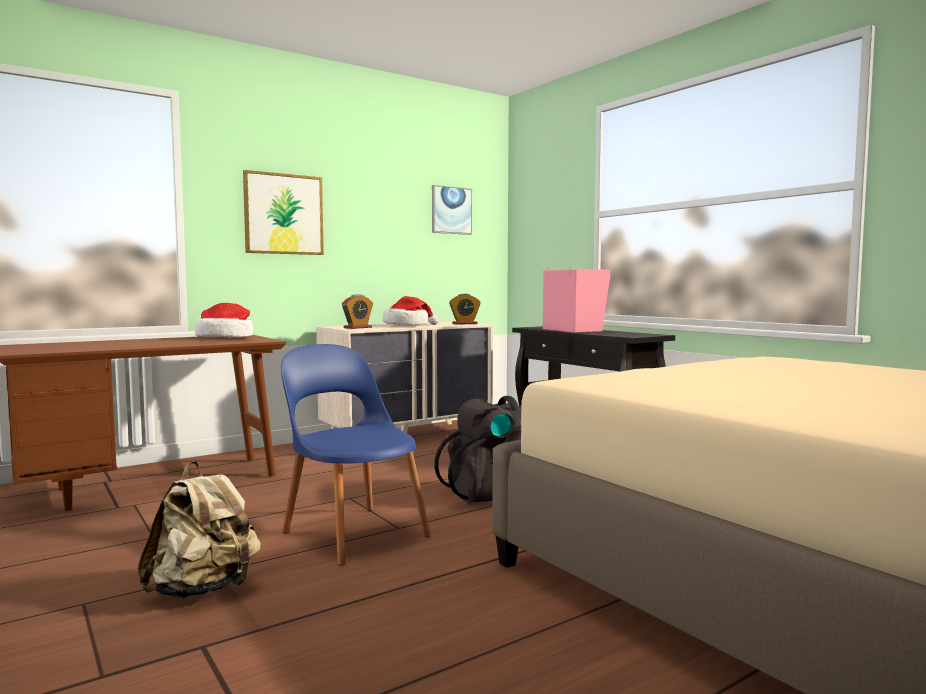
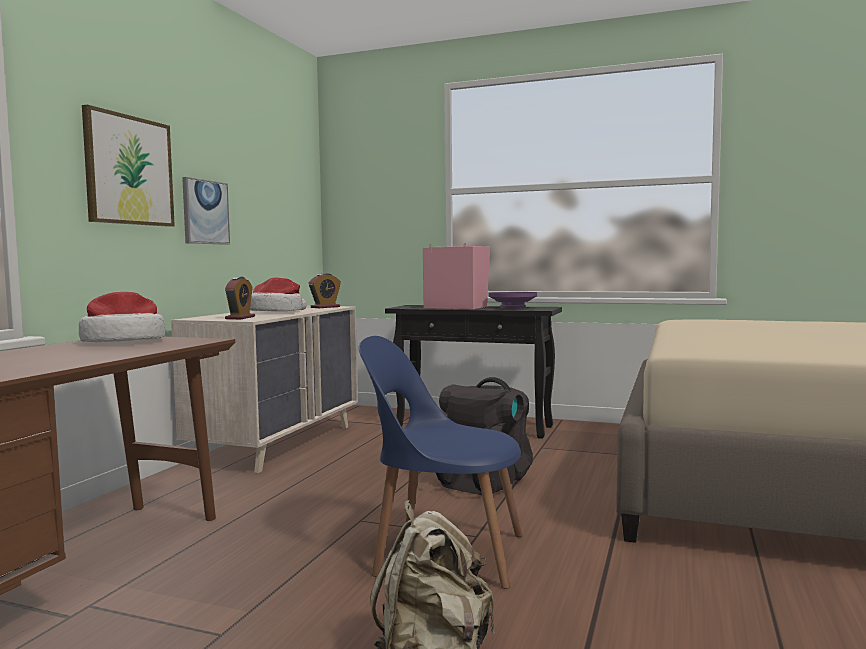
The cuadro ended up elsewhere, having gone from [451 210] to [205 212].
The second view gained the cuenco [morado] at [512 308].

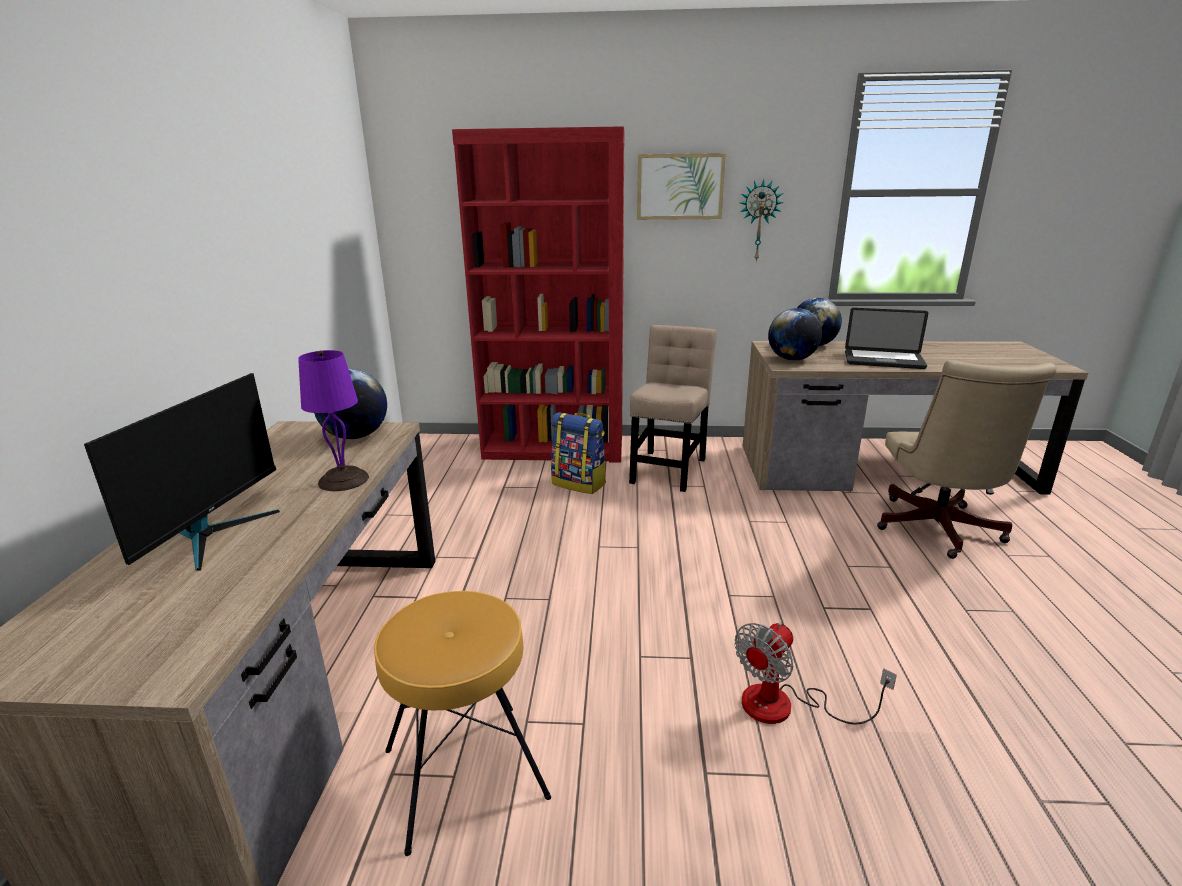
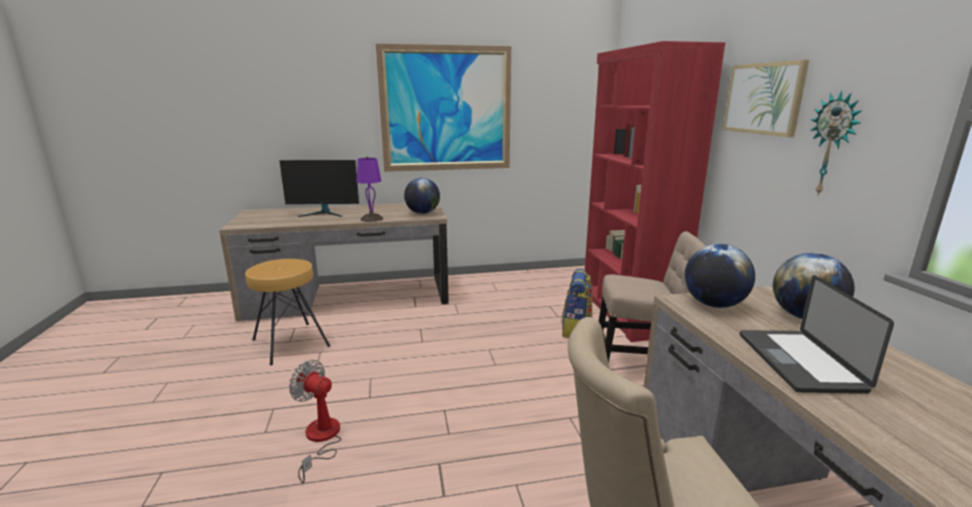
The second view gained the cuadro at [446 109].

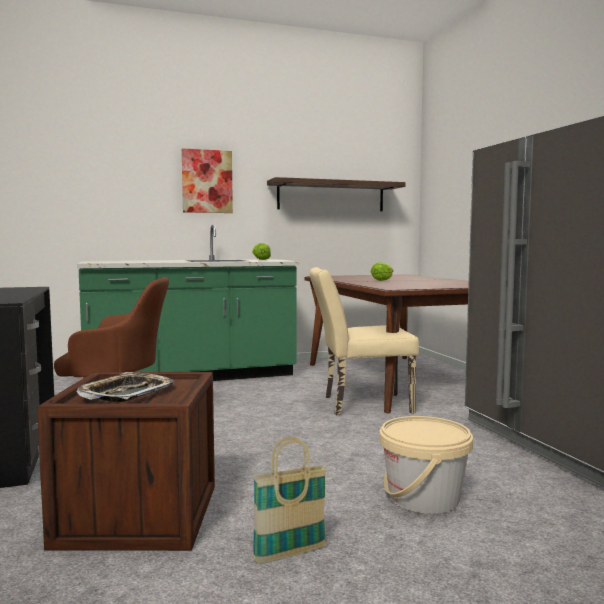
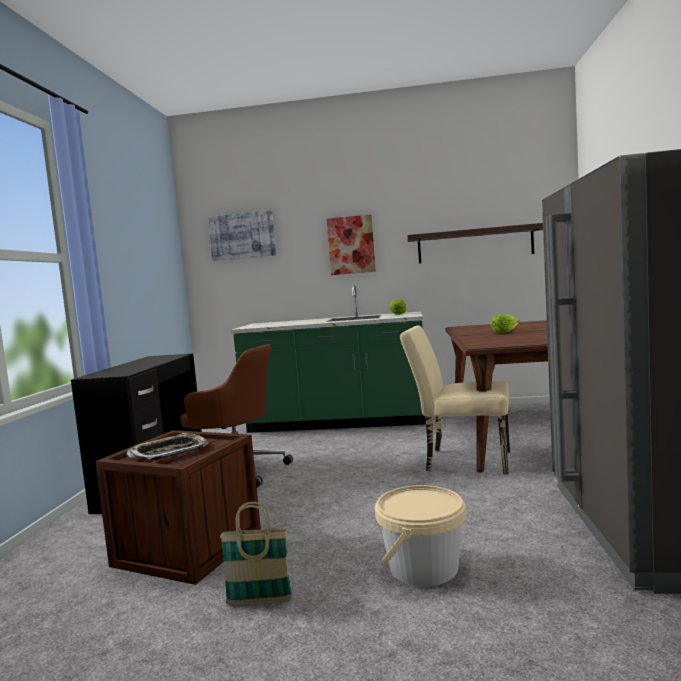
The second view gained the cuadro at [242 236].

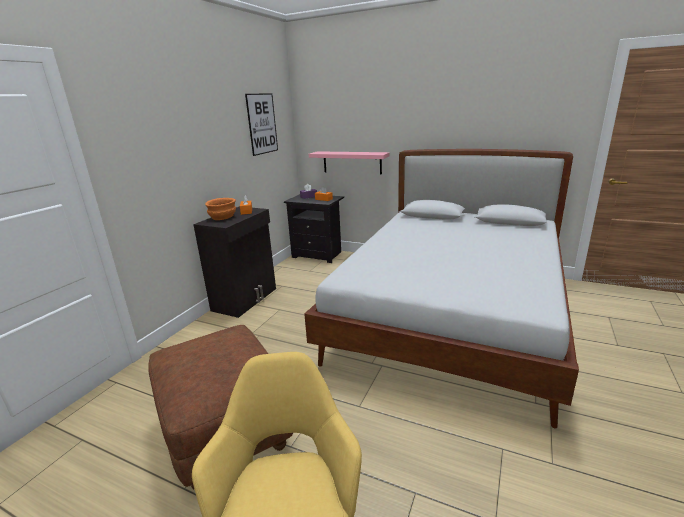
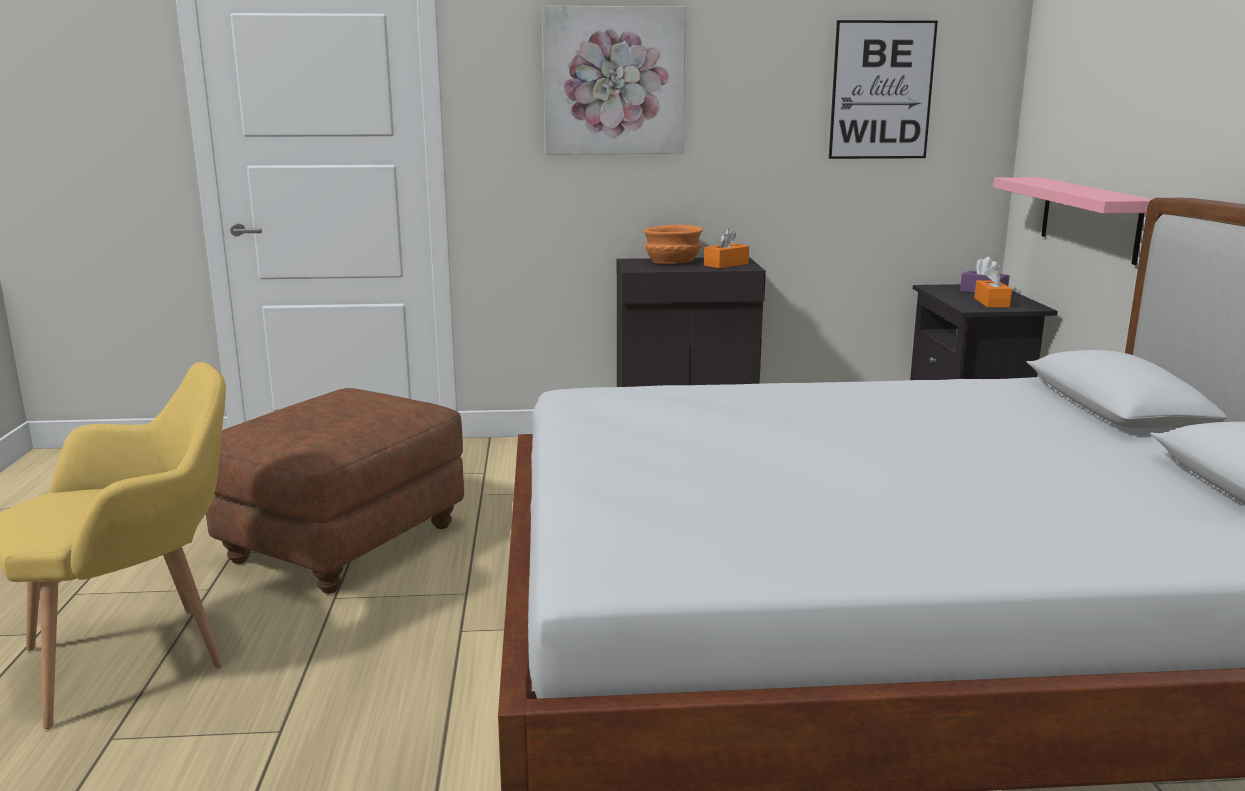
The second view gained the cuadro at [613 81].

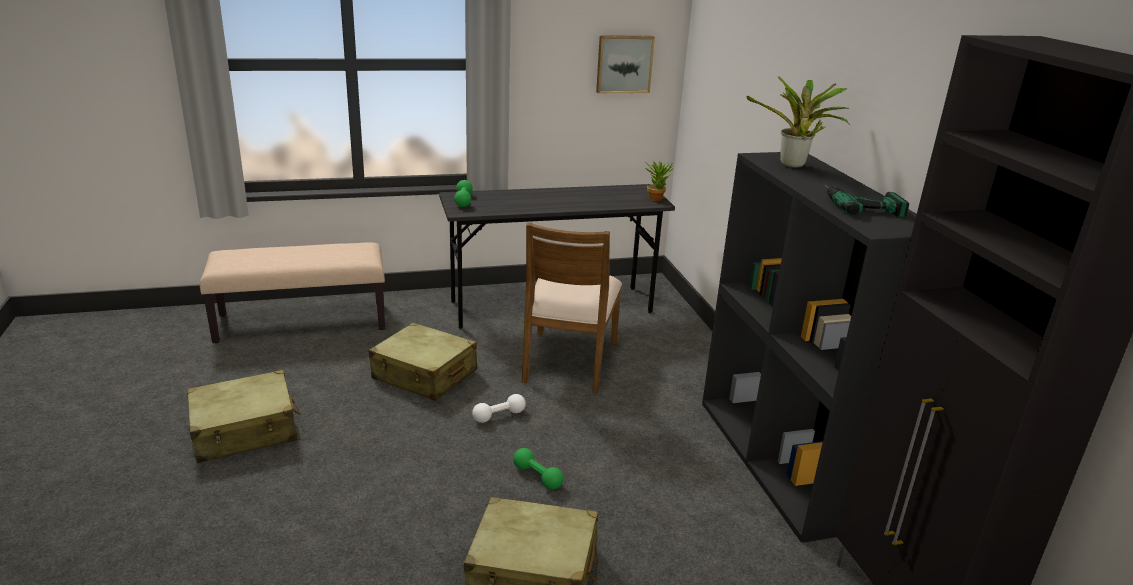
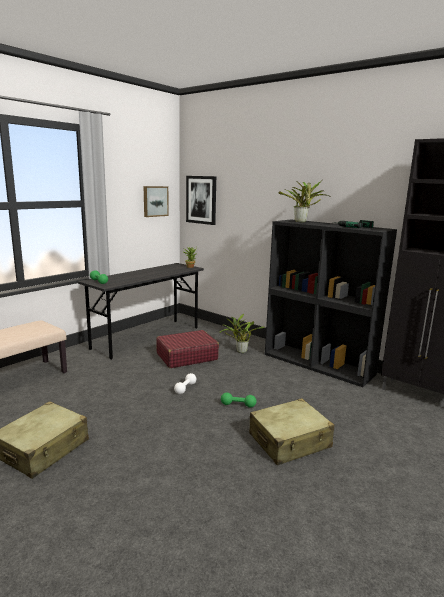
Where the silla [marrón] stood at [568 361], the maleta [rojo] came to stand at [186 356].
The second view gained the cuadro at [201 200].
The second view gained the planta en maceta at [240 351].
The second view lost the maleta [beis] at [424 375].

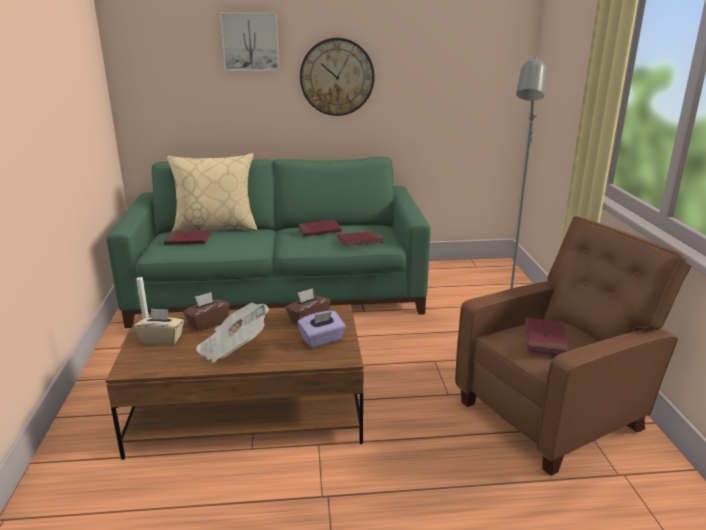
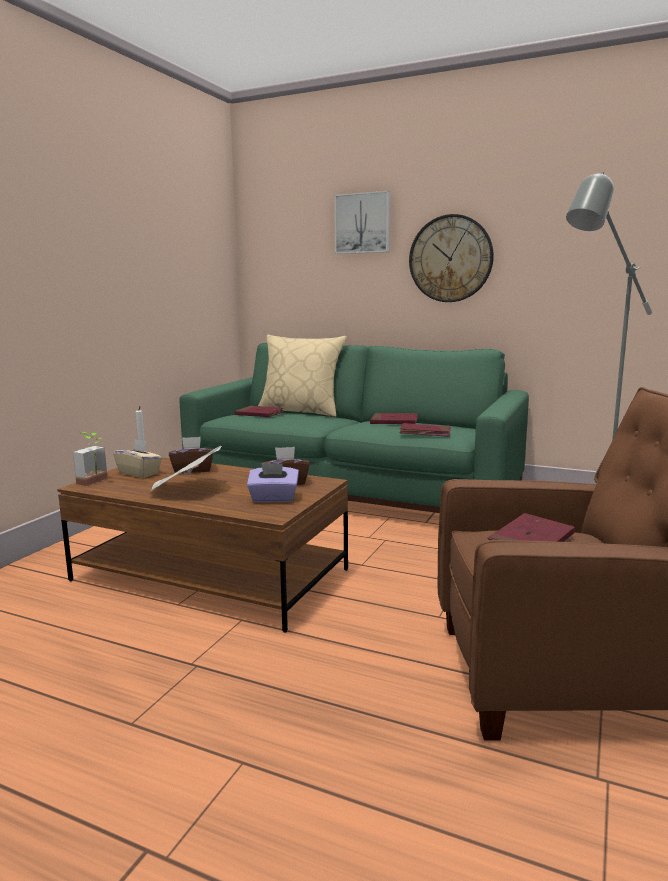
The second view gained the planta en maceta at [96 481].

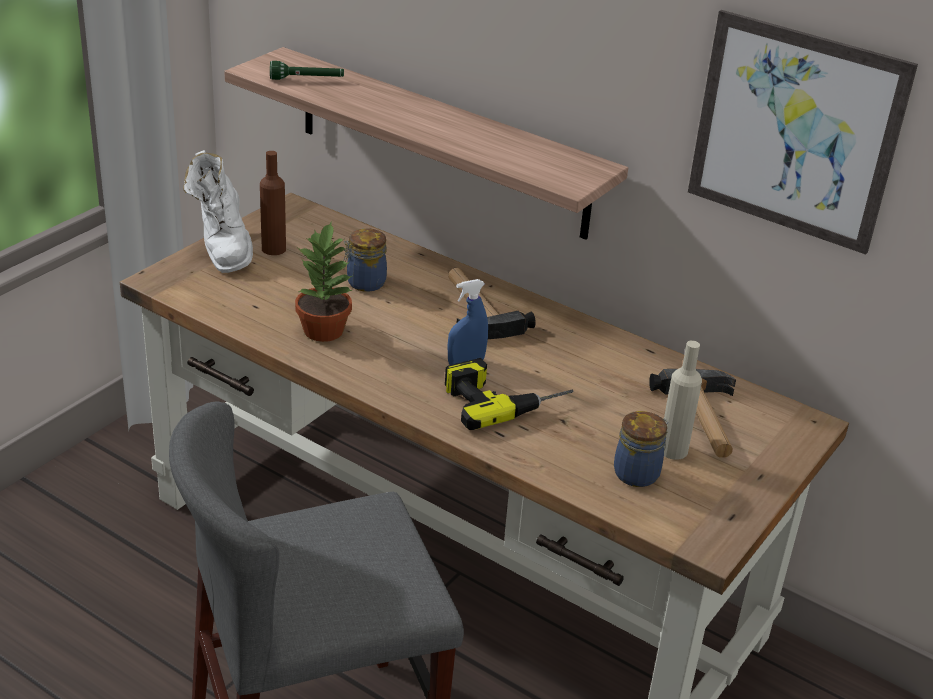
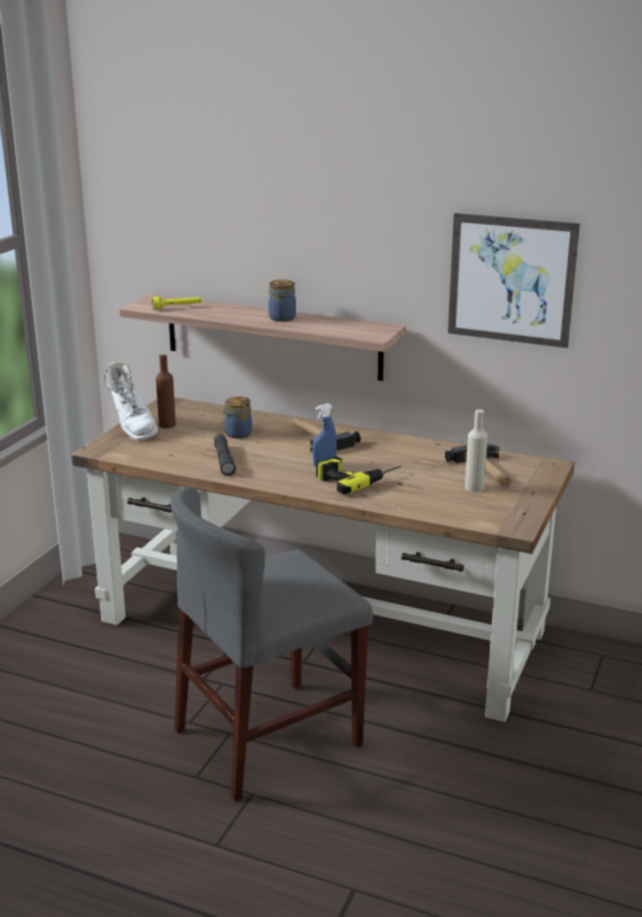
What was the linterna [verde] at [307 80] turned into the linterna [amarillo] at [177 307].
Where the planta en maceta stood at [325 330], the linterna [gris] came to stand at [224 460].
The tarro ended up elsewhere, having gone from [638 473] to [283 318].

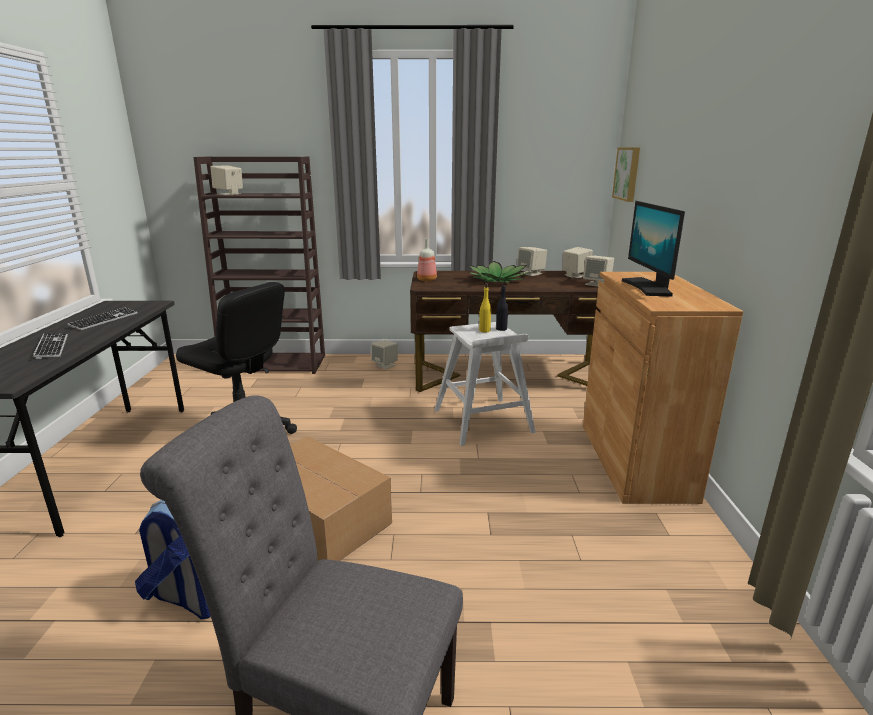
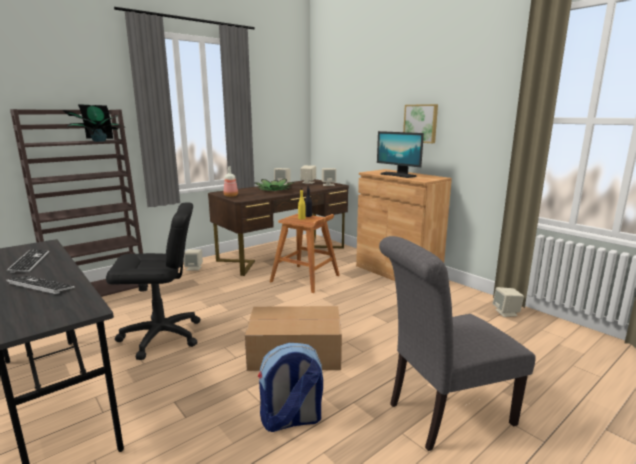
The second view gained the planta en maceta at [98 141].
What was the taburete [blanco] at [483 421] turned into the taburete [marrón] at [305 278].
The cuadro ended up elsewhere, having gone from [628 173] to [421 123].
The altavoz [beis] ended up elsewhere, having gone from [229 194] to [506 313].

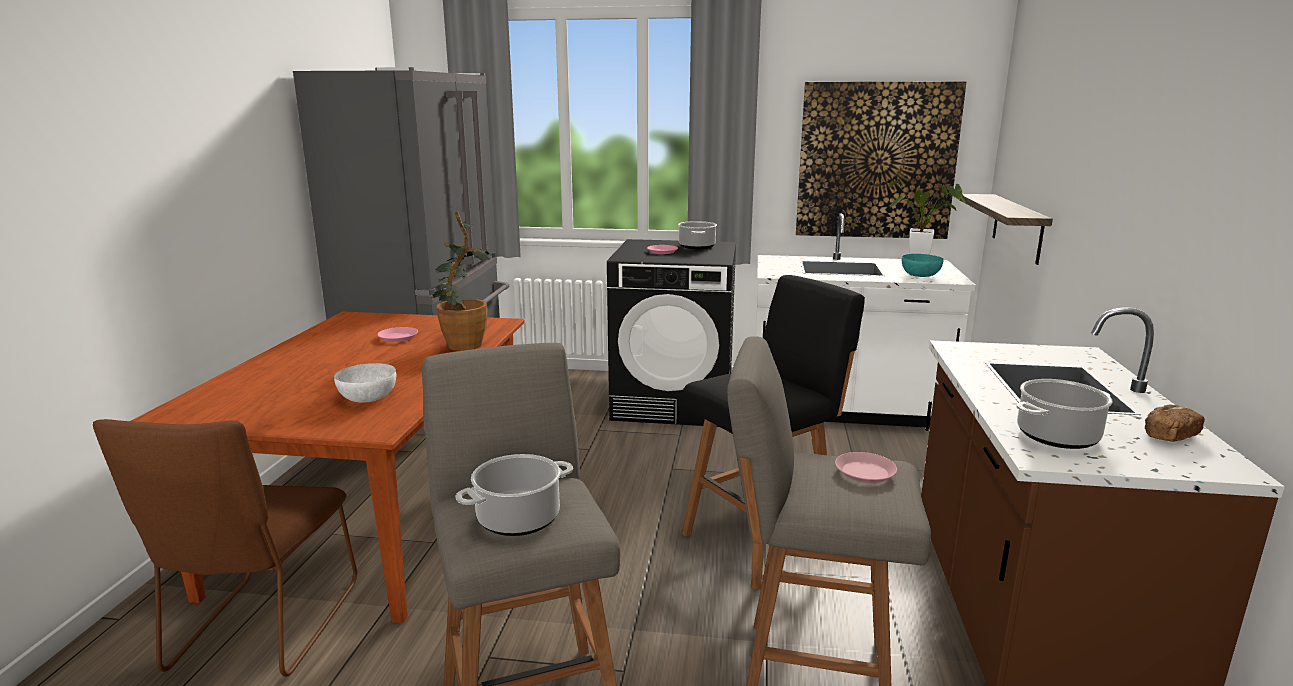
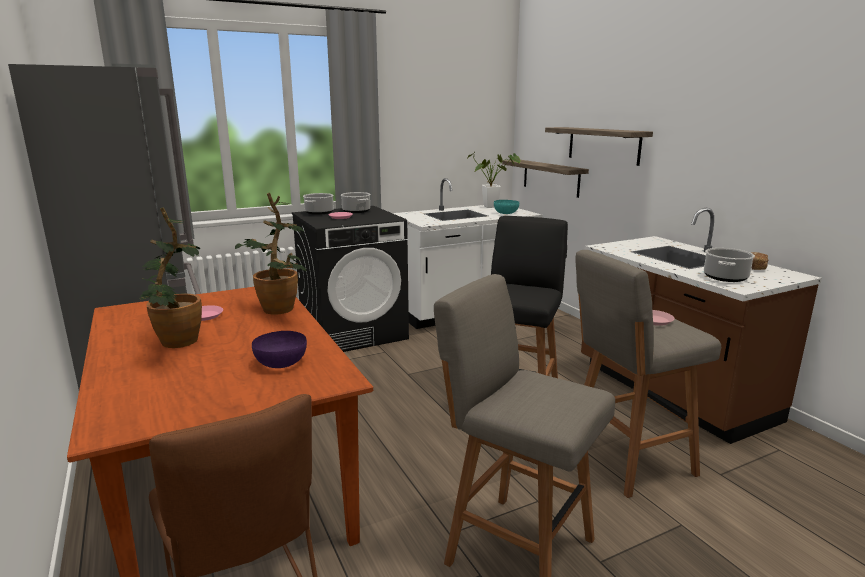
The second view gained the planta en maceta at [176 345].
What was the cuenco [blanco] at [368 397] turned into the cuenco [morado] at [280 362].
The olla ended up elsewhere, having gone from [519 518] to [319 212].
The second view gained the estante at [603 145].
The second view lost the cuadro at [876 161].

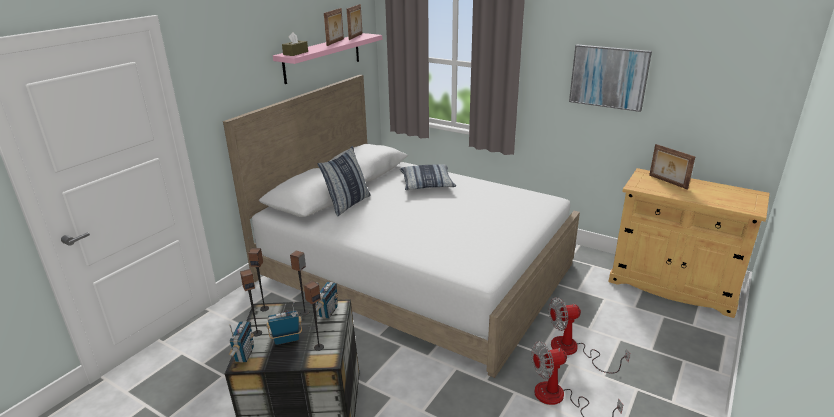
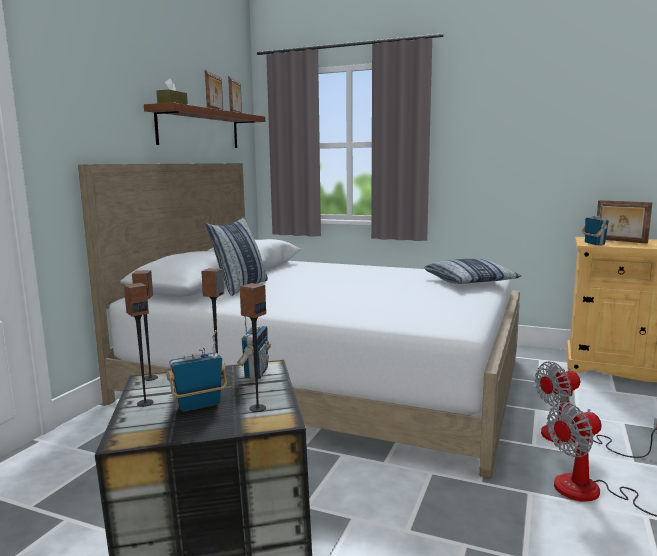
What was the estante [rosa] at [322 57] turned into the estante [marrón] at [199 129].
The cojín ended up elsewhere, having gone from [427 184] to [470 282].
The radio ended up elsewhere, having gone from [244 354] to [594 243].
The second view lost the cuadro at [608 77].

